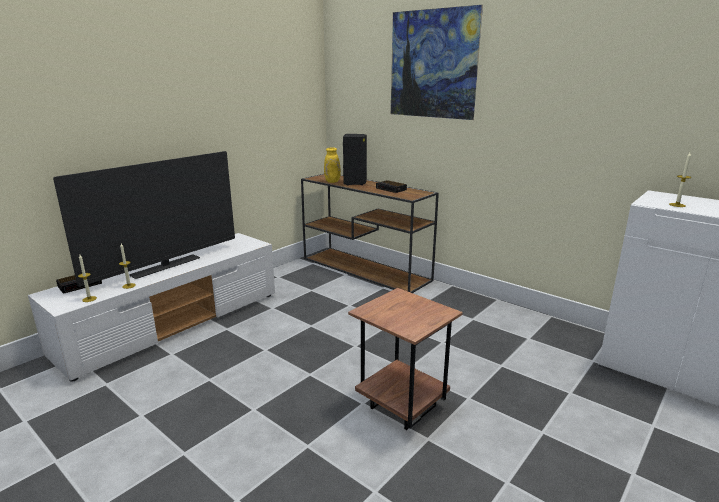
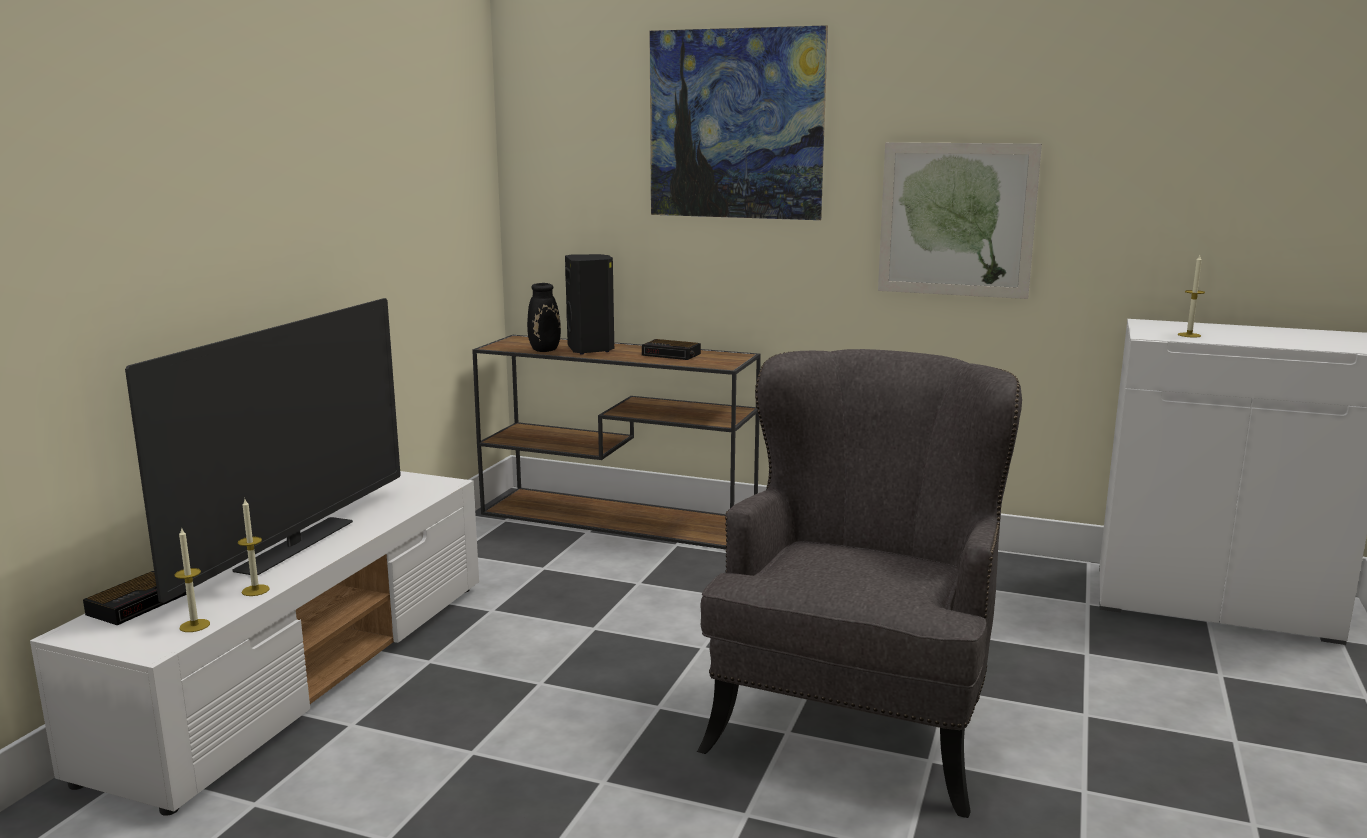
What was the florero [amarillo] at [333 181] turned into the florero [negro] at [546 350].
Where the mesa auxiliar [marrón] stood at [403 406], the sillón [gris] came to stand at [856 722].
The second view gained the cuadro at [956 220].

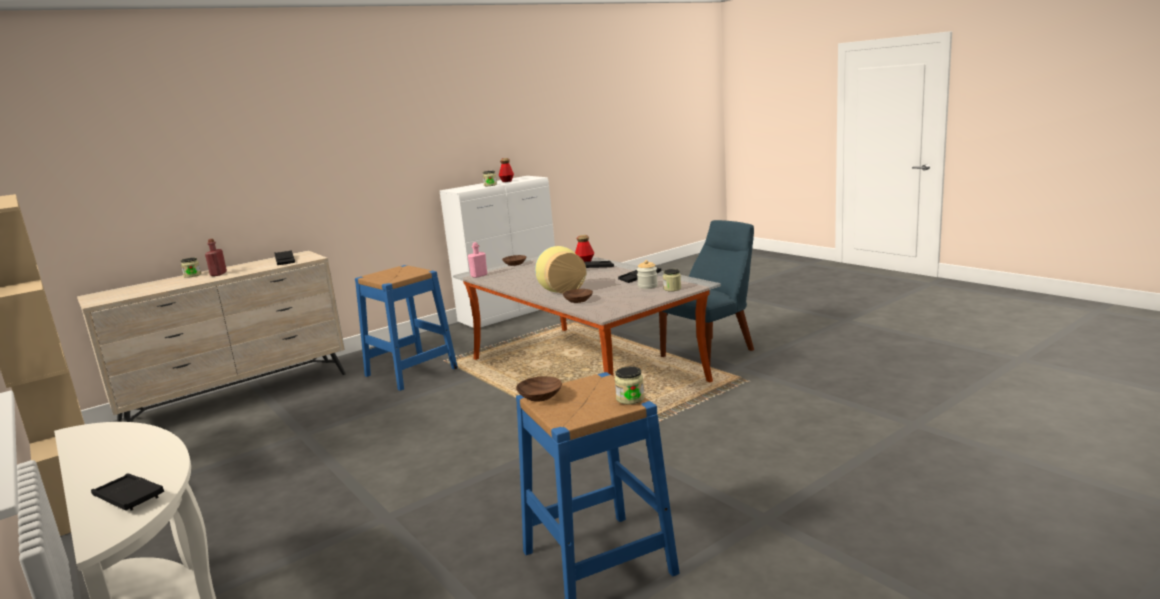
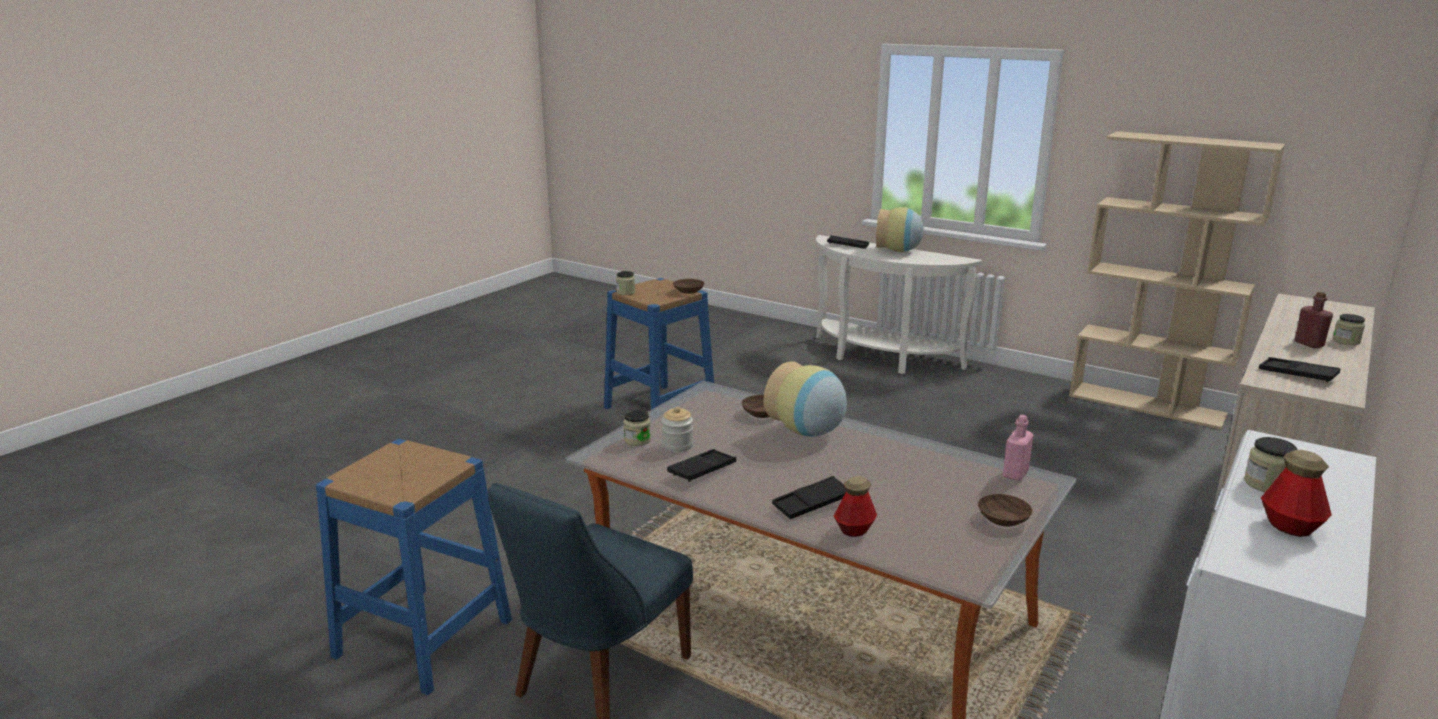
The taburete [azul] ended up elsewhere, having gone from [411 371] to [423 638].
The second view gained the florero at [898 251].

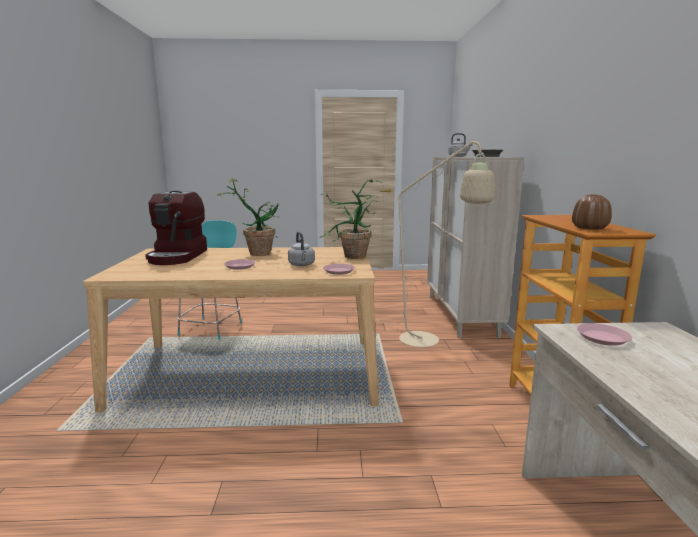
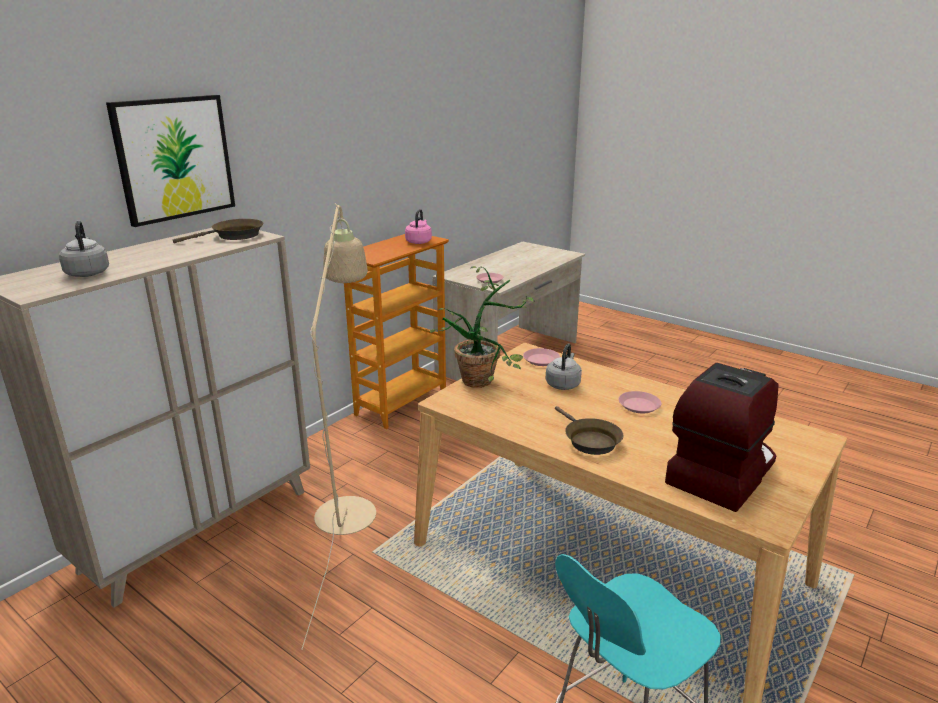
The second view gained the cuadro at [174 158].
Where the florero [marrón] stood at [589 228], the hervidor [rosa] came to stand at [419 241].
Where the planta en maceta stood at [256 252], the sartén [marrón] came to stand at [589 440].

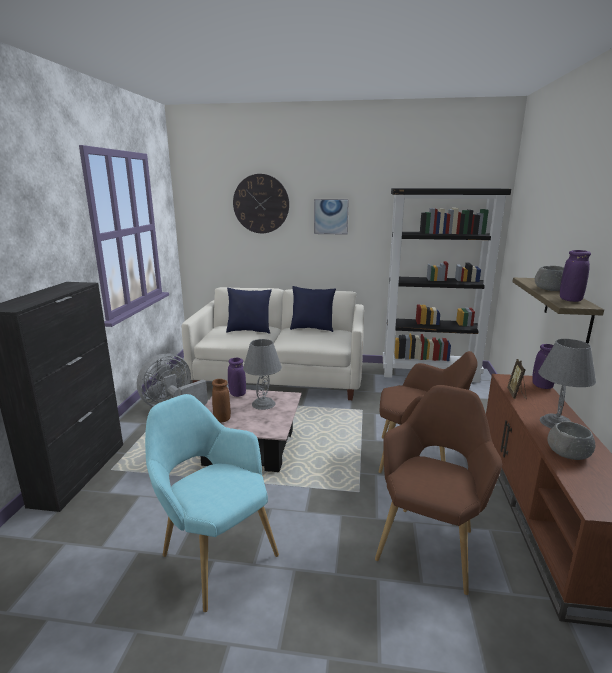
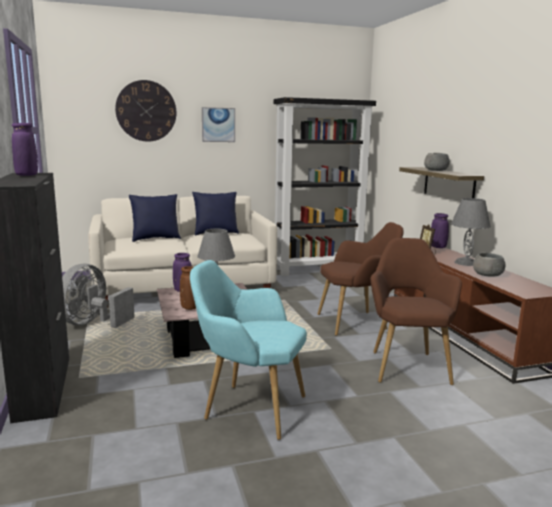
The florero [morado] ended up elsewhere, having gone from [570 300] to [26 175].

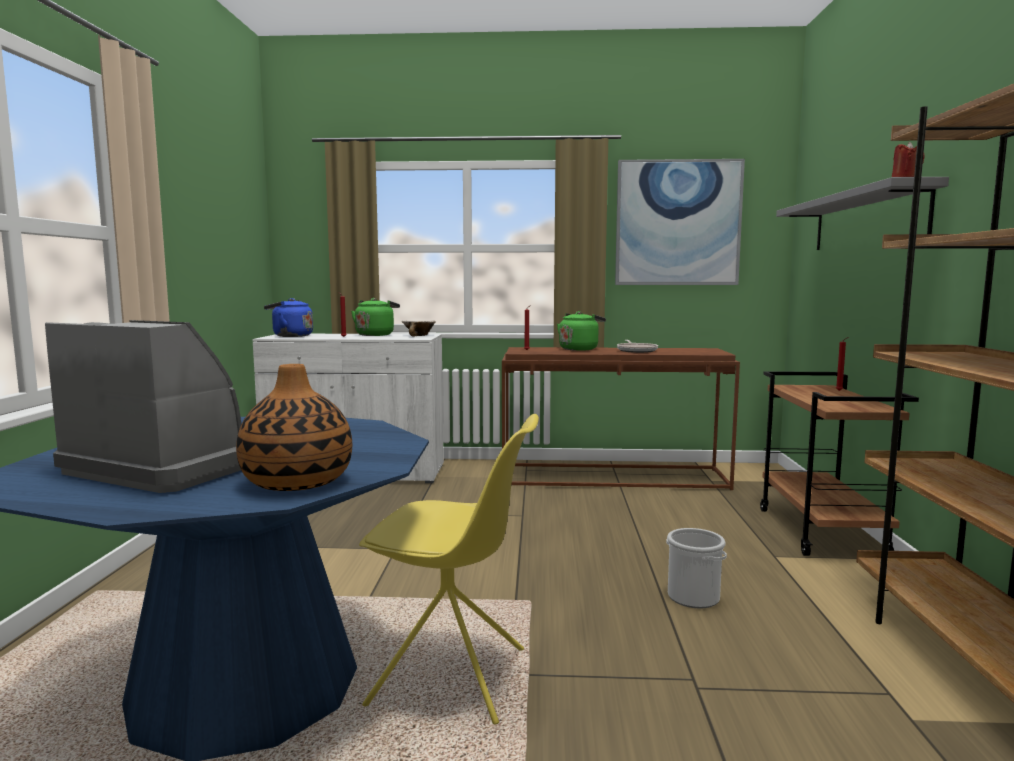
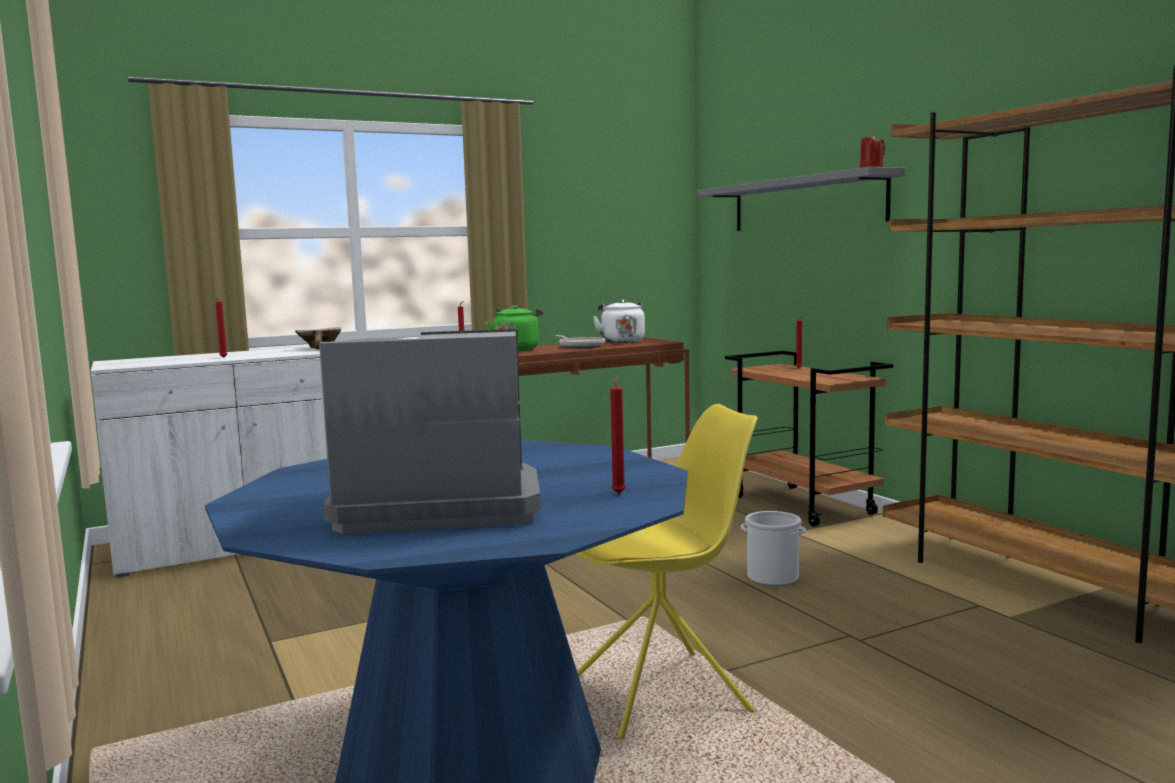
The second view gained the hervidor [blanco] at [621 341].
Where the florero stood at [298 482], the vela [rojo] came to stand at [619 493].
The second view lost the hervidor [azul] at [290 336].
The second view lost the hervidor [verde] at [376 335].
The second view lost the cuadro at [678 223].

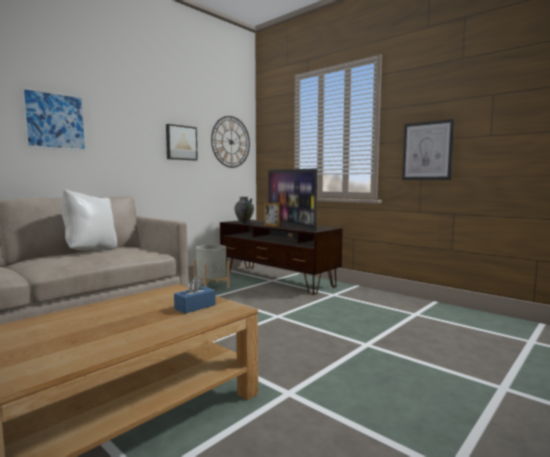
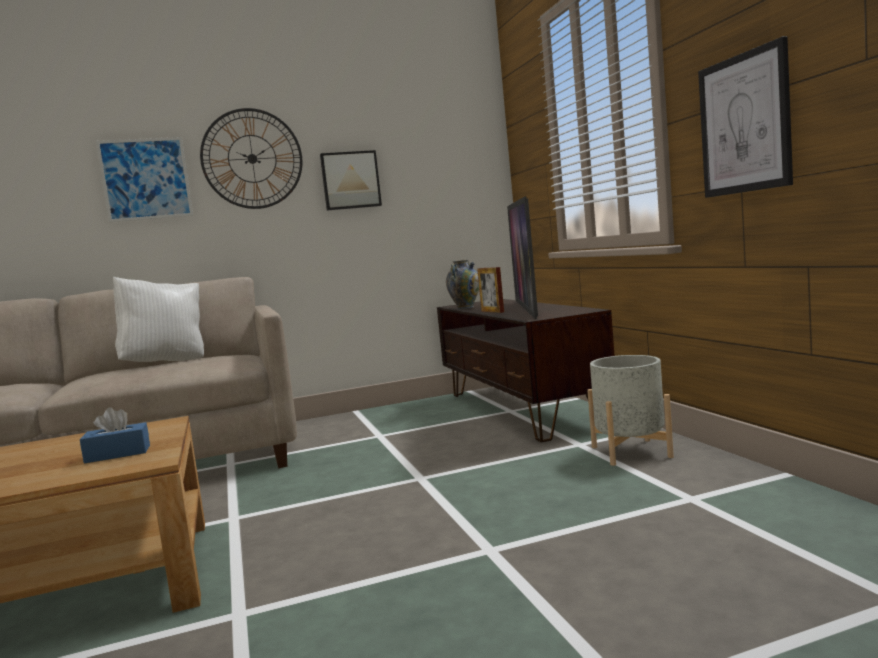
The reloj de pared ended up elsewhere, having gone from [231 142] to [252 159].
The maceta [gris] ended up elsewhere, having gone from [211 286] to [631 452].

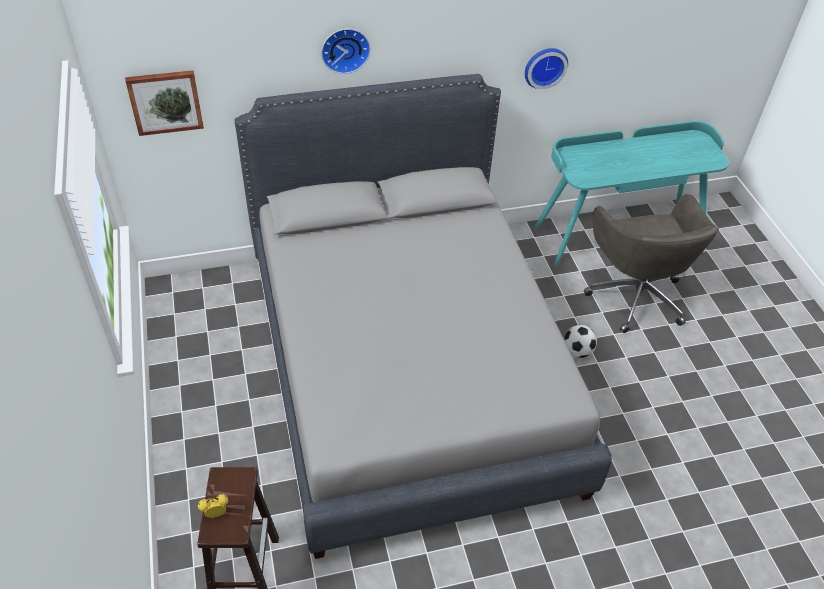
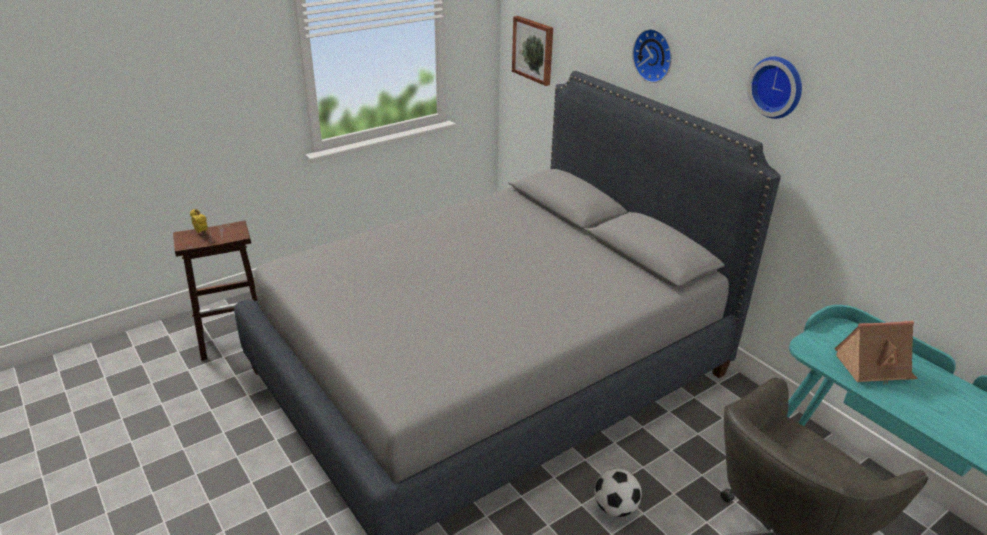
The reloj de pared ended up elsewhere, having gone from [544 66] to [777 86].
The second view gained the casita at [874 367].

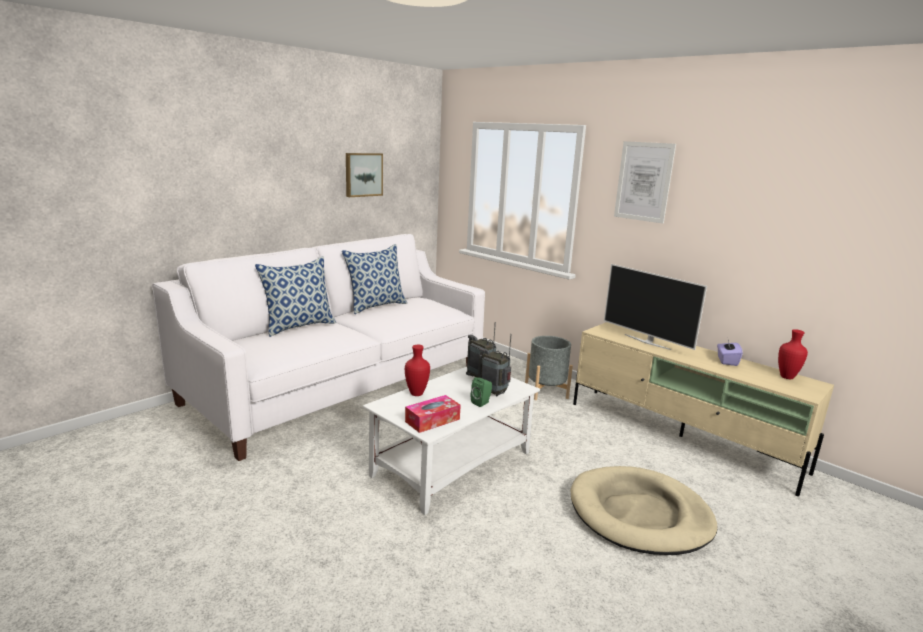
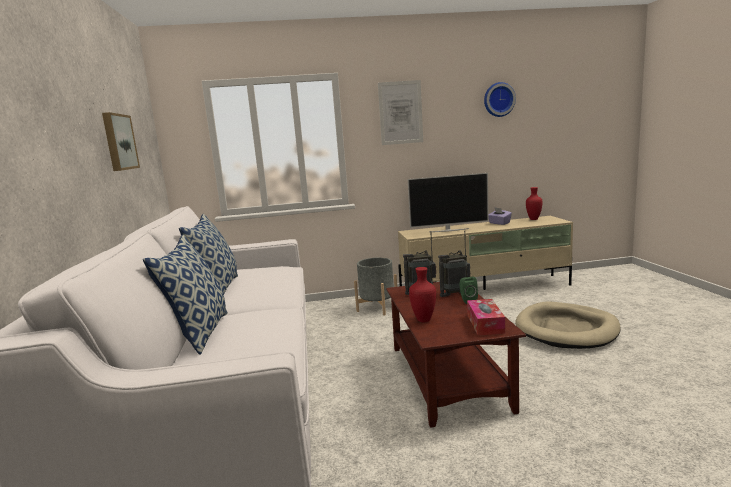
What was the mesa de centro [blanco] at [453 463] turned into the mesa de centro [marrón] at [446 376].
The second view gained the reloj de pared at [498 99].

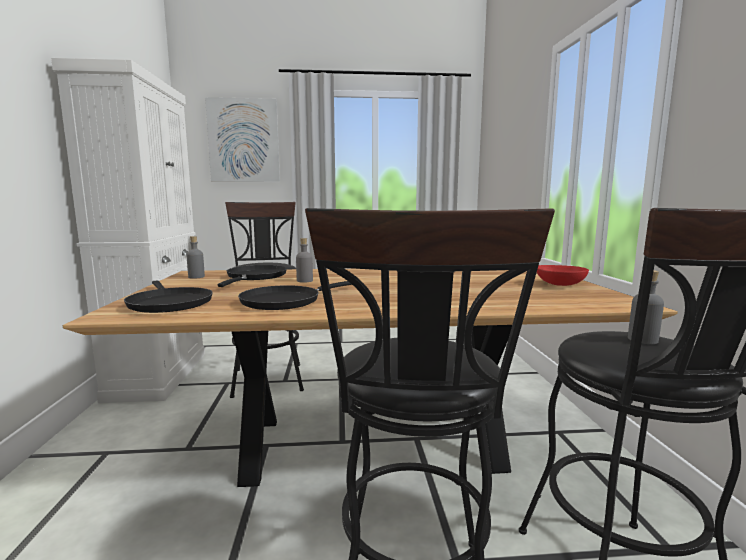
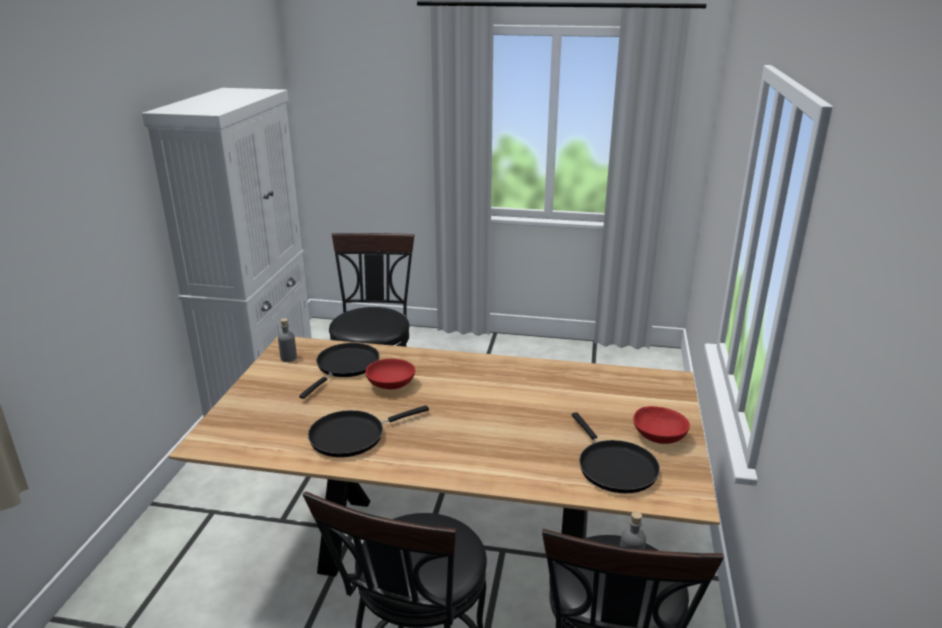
Where the botella [gris] stood at [304 281], the cuenco [rojo] came to stand at [391 384].
The sartén [negro] ended up elsewhere, having gone from [169 303] to [614 467].
The second view lost the cuadro at [243 140].

